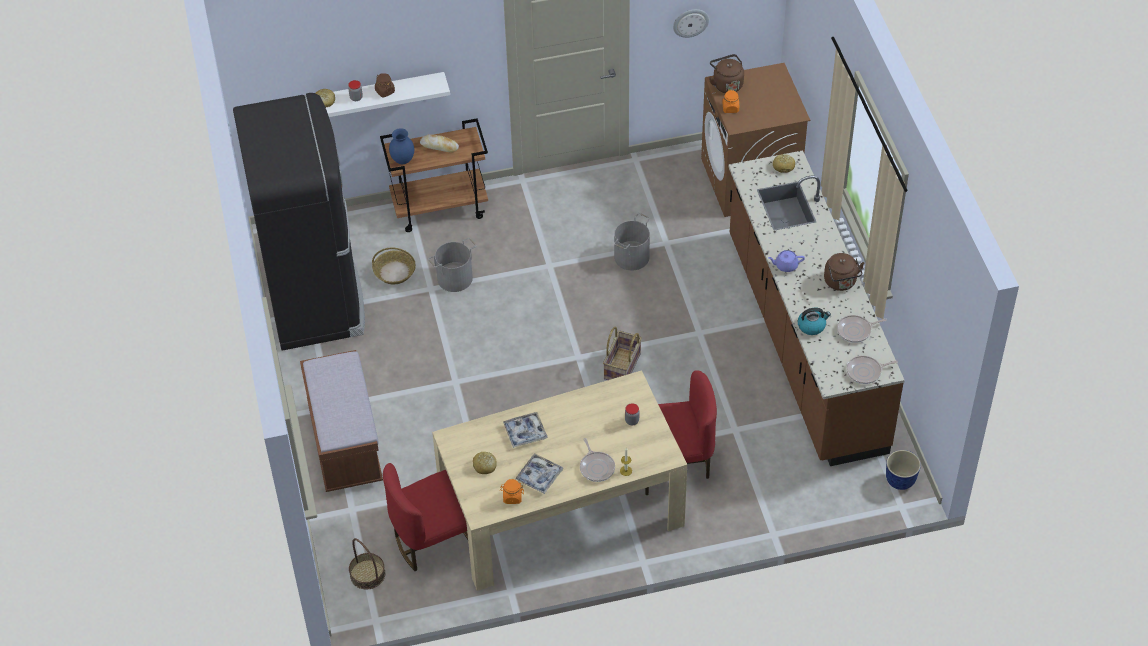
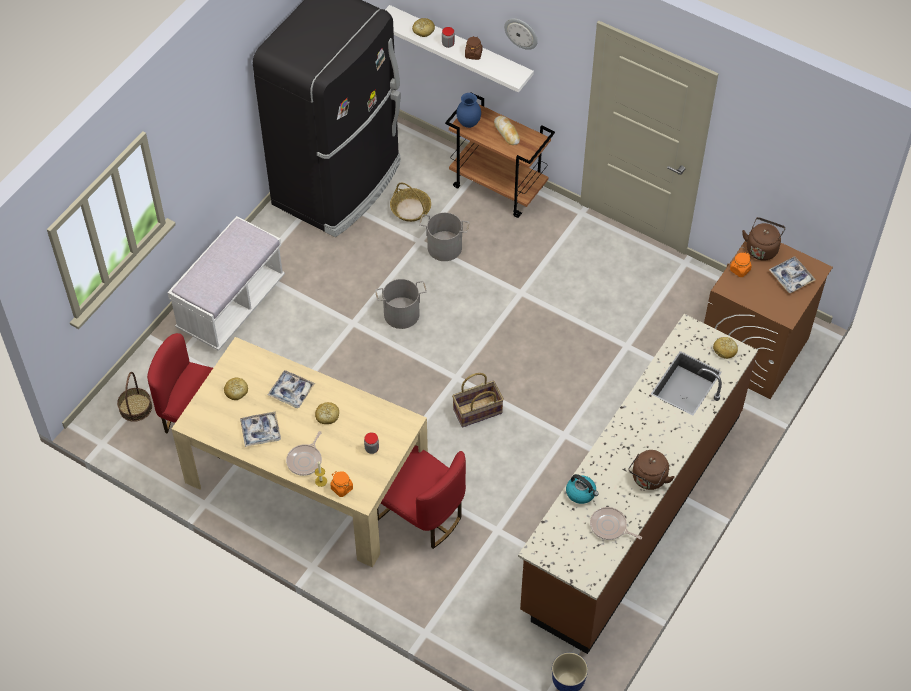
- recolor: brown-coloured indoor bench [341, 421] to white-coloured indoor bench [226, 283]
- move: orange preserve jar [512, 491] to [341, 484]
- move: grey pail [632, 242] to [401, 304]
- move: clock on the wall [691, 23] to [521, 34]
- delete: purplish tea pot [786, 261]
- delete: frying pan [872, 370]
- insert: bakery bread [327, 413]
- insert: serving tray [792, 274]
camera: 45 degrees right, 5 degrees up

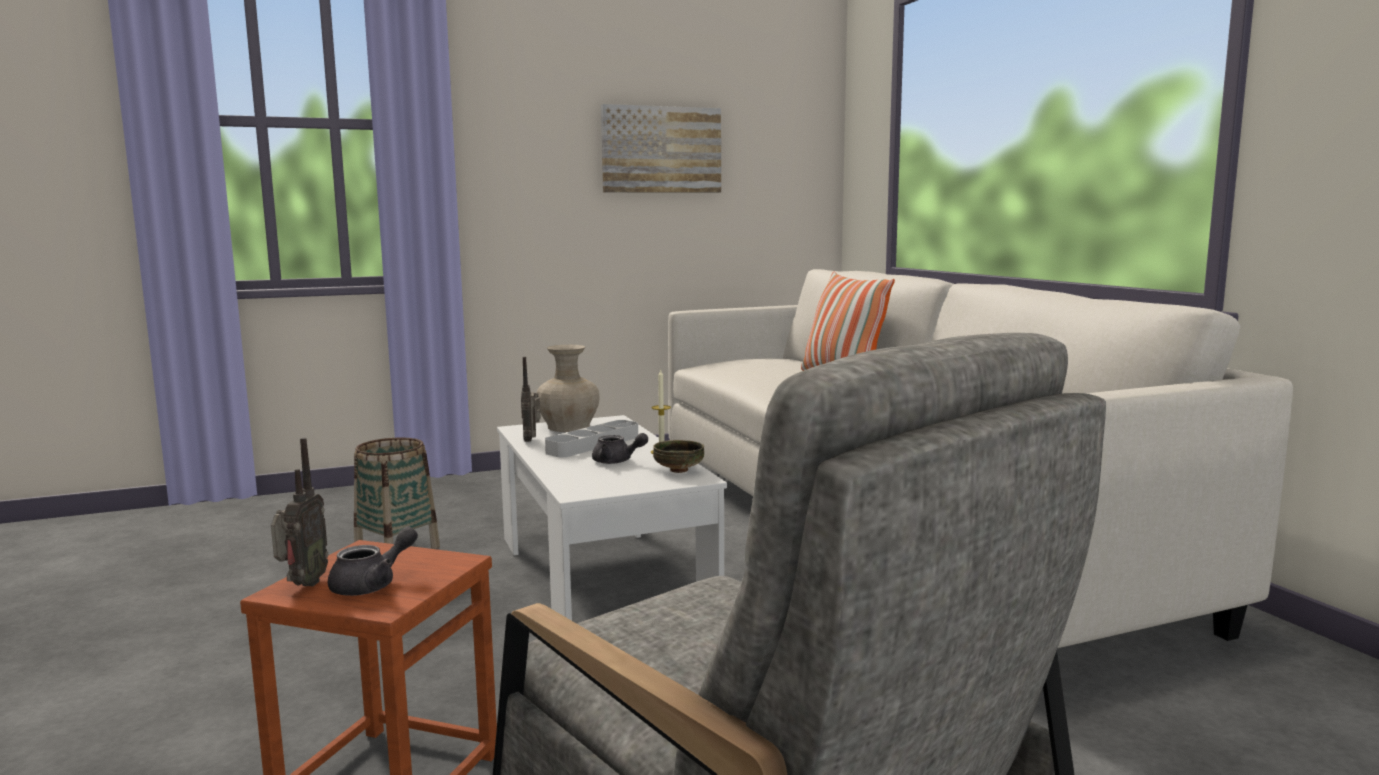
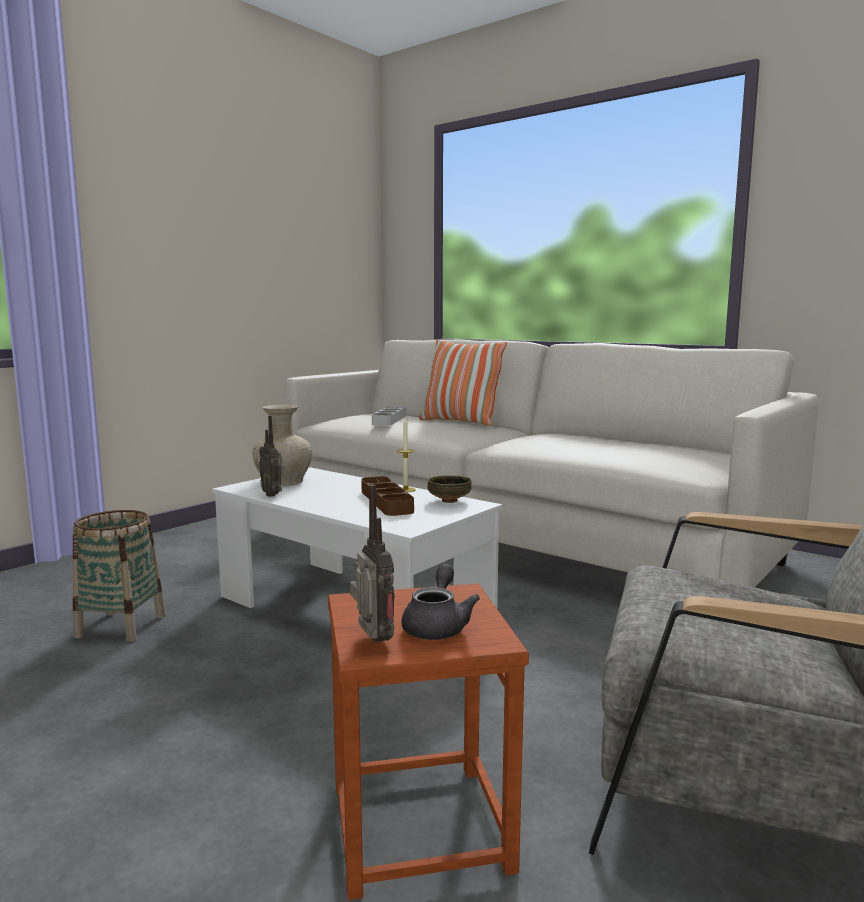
- move: grey serving tray [591, 438] to [389, 416]
- replace: grey tea pot [620, 448] to brown-coloured serving tray [387, 496]
- delete: wall art [661, 148]
camera: 30 degrees left, 0 degrees up

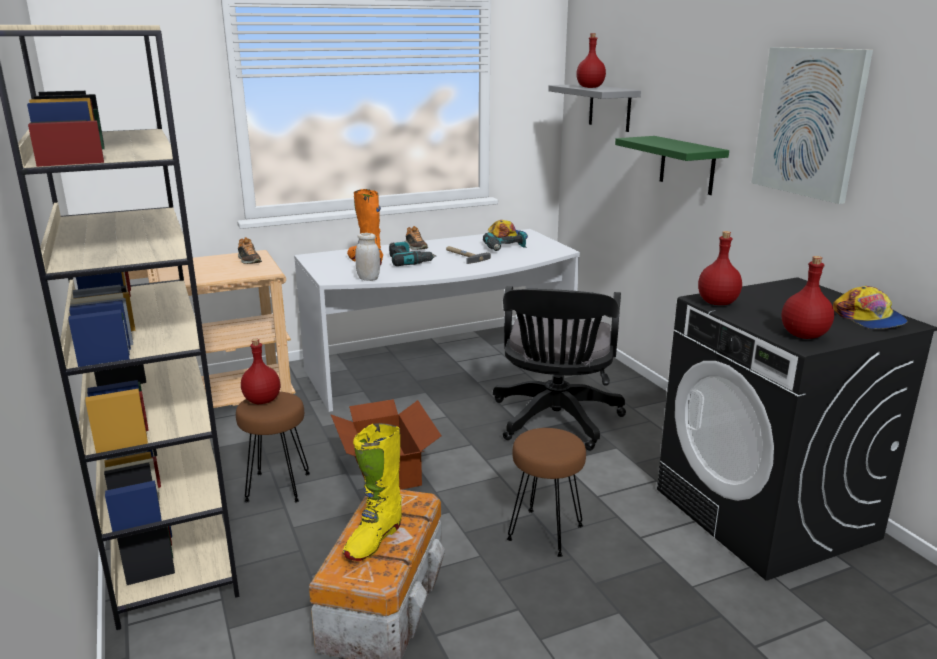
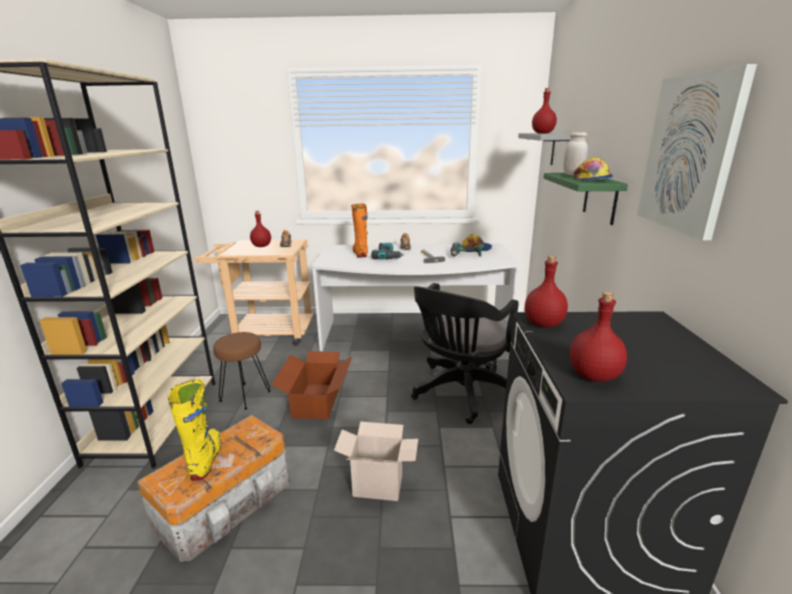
- move: red beverage bottle [260, 371] to [260, 229]
- rotate: yellow boot [372, 492] = [195, 430] 120 degrees clockwise
- move: white-coloured preserve jar [367, 257] to [575, 153]
- replace: brown-coloured sitting stool [546, 492] to cardboard box [376, 461]
- move: cap [870, 307] to [593, 169]
camera: 25 degrees right, 0 degrees up

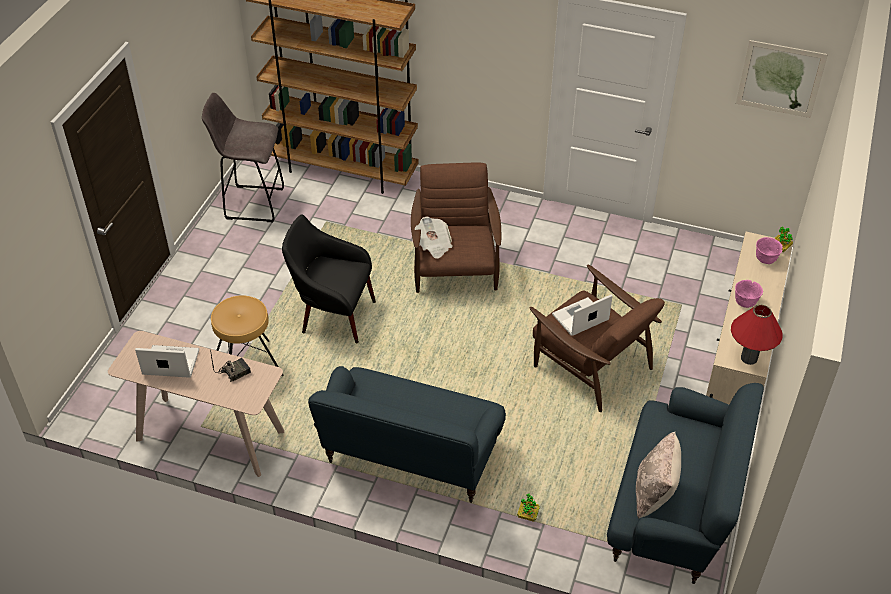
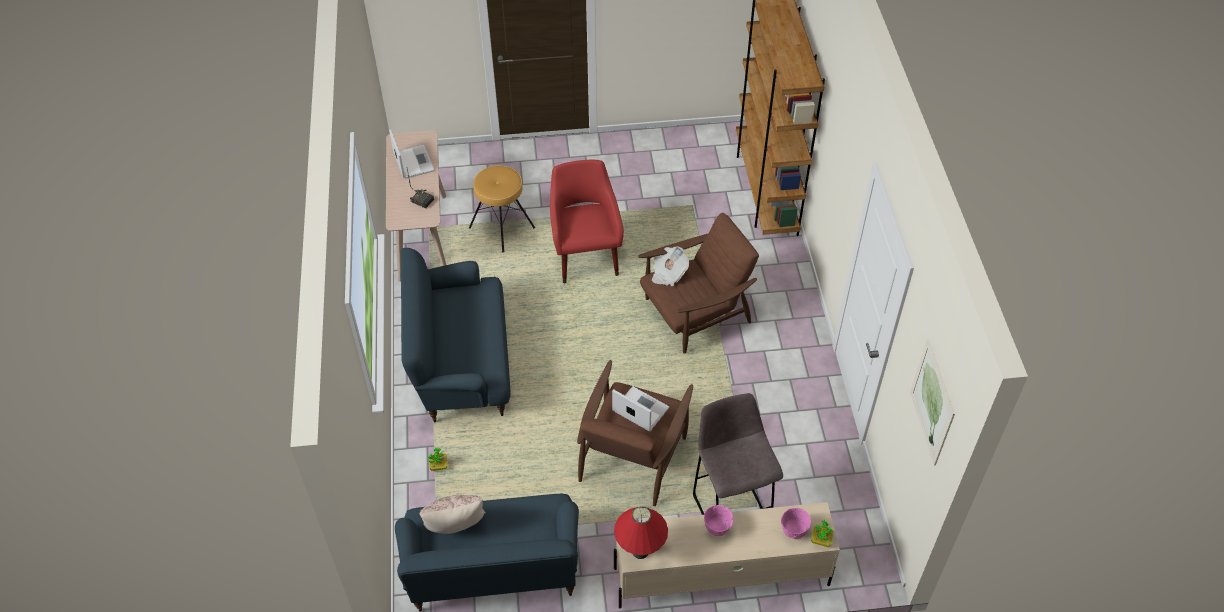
- move: grey sitting stool [243, 157] to [738, 454]
- recolor: black armchair [329, 279] to red armchair [587, 221]
camera: 65 degrees right, 5 degrees up

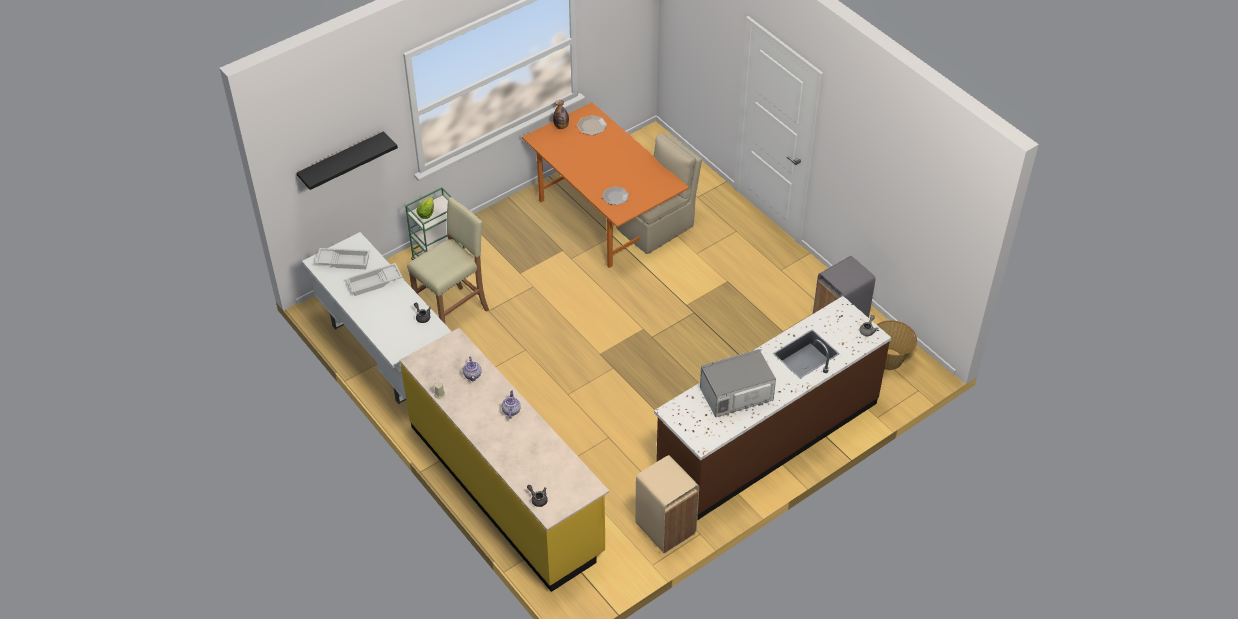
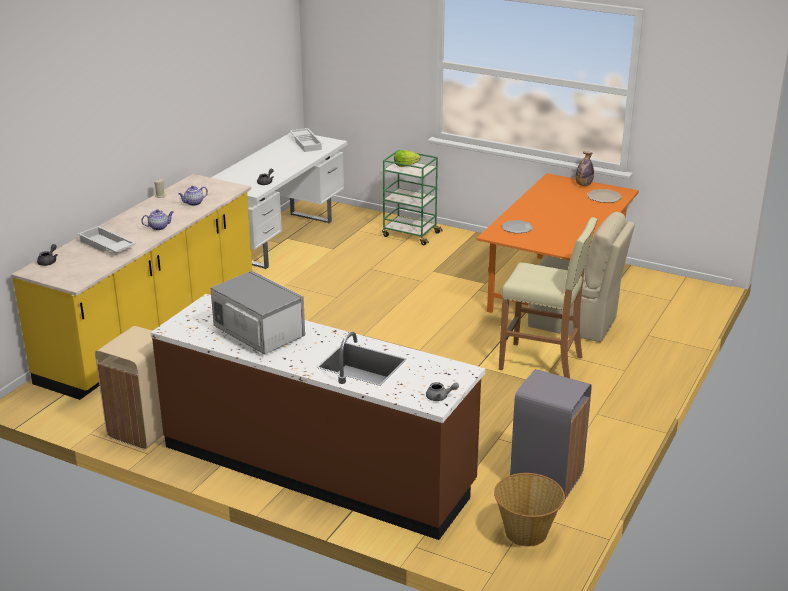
- delete: black bracket shelf [347, 160]
- move: white-coloured serving tray [374, 279] to [107, 239]
- move: beige sitting stool [448, 260] to [548, 297]
camera: 65 degrees right, 20 degrees down

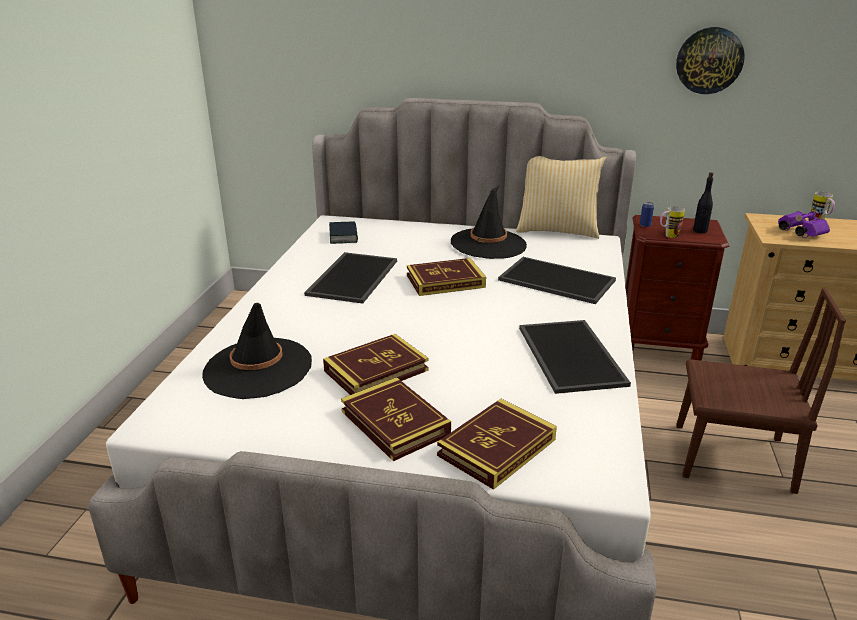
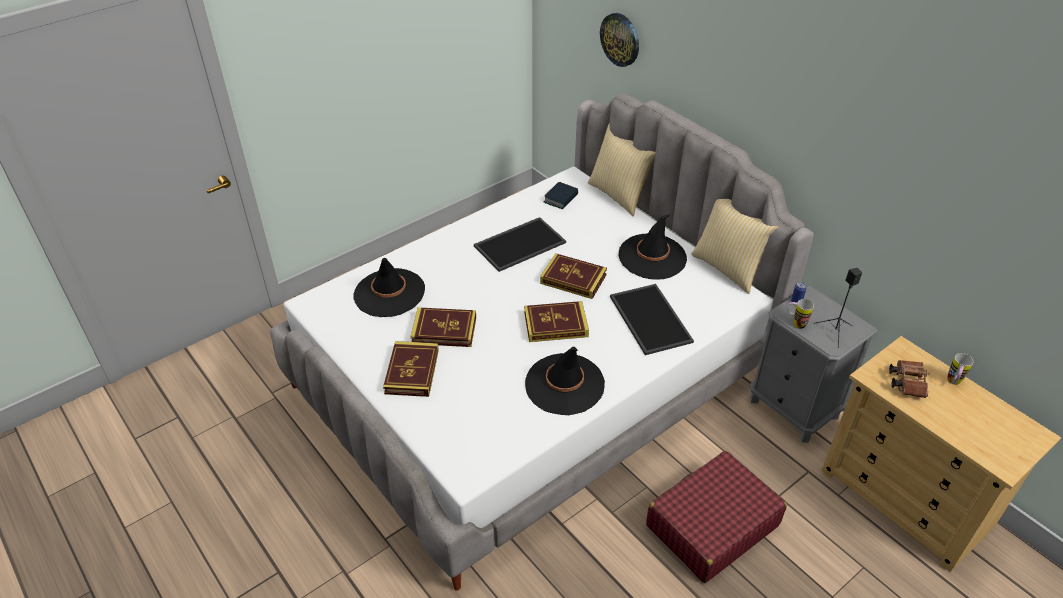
- move: book [497, 444] to [556, 321]
- replace: serving tray [575, 357] to black clothing hat [565, 381]
- recolor: brown-coloured night table [677, 288] to grey night table [813, 364]
- move: clock on the wall [710, 60] to [619, 40]
- replace: brown-coloured chair [761, 391] to red suitcase [716, 517]
- replace: black beverage bottle [703, 203] to black audio speaker [838, 308]
- recolor: purplish field glasses [804, 224] to brown-coloured field glasses [909, 379]
- insert: throw pillow [622, 169]
camera: 40 degrees right, 15 degrees up

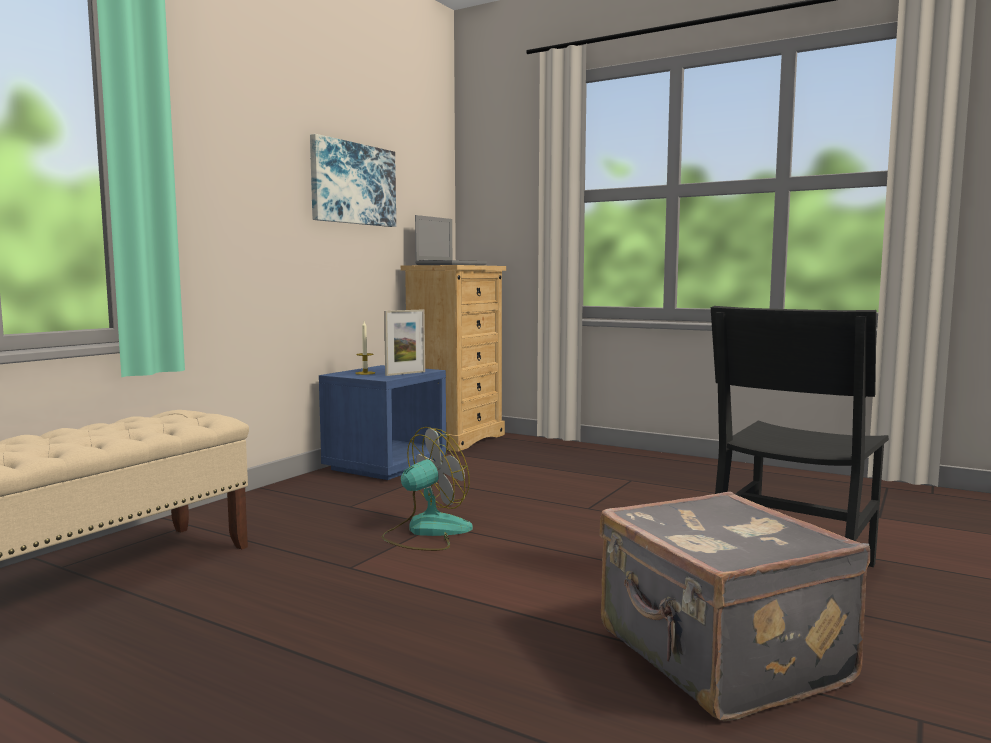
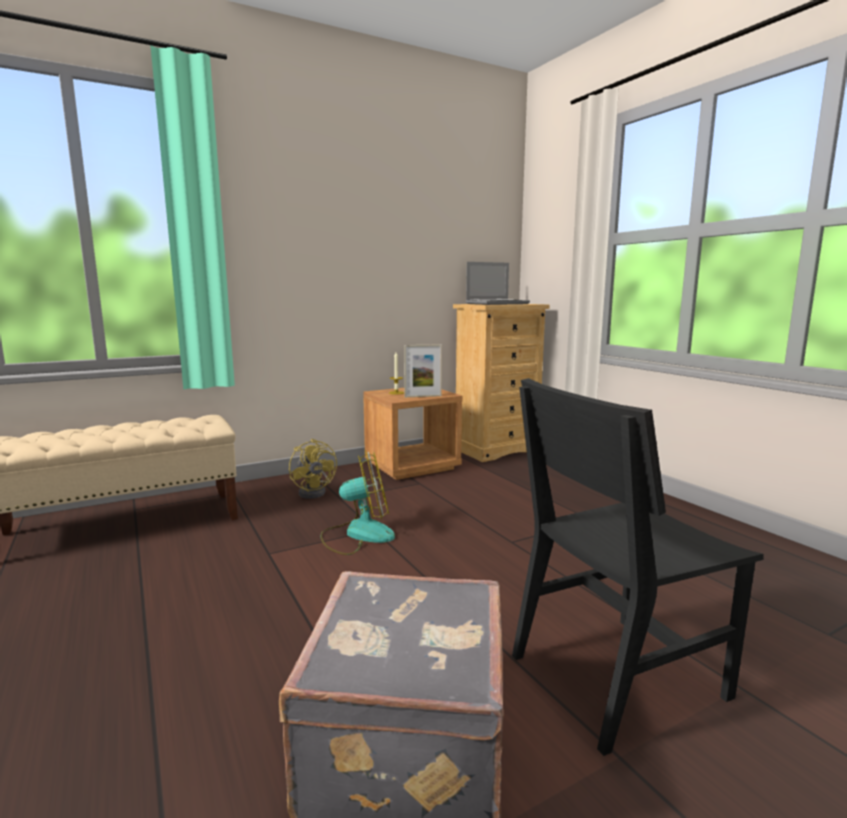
- delete: wall art [353, 180]
- recolor: blue-coloured night table [382, 422] to brown-coloured night table [412, 434]
- insert: yellow electric fan [313, 469]
camera: 30 degrees right, 5 degrees up

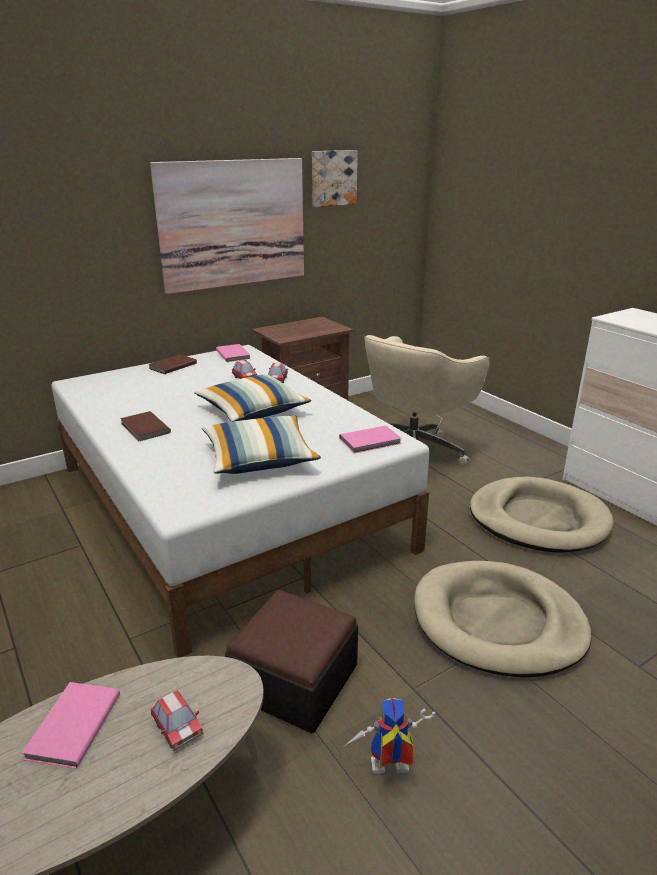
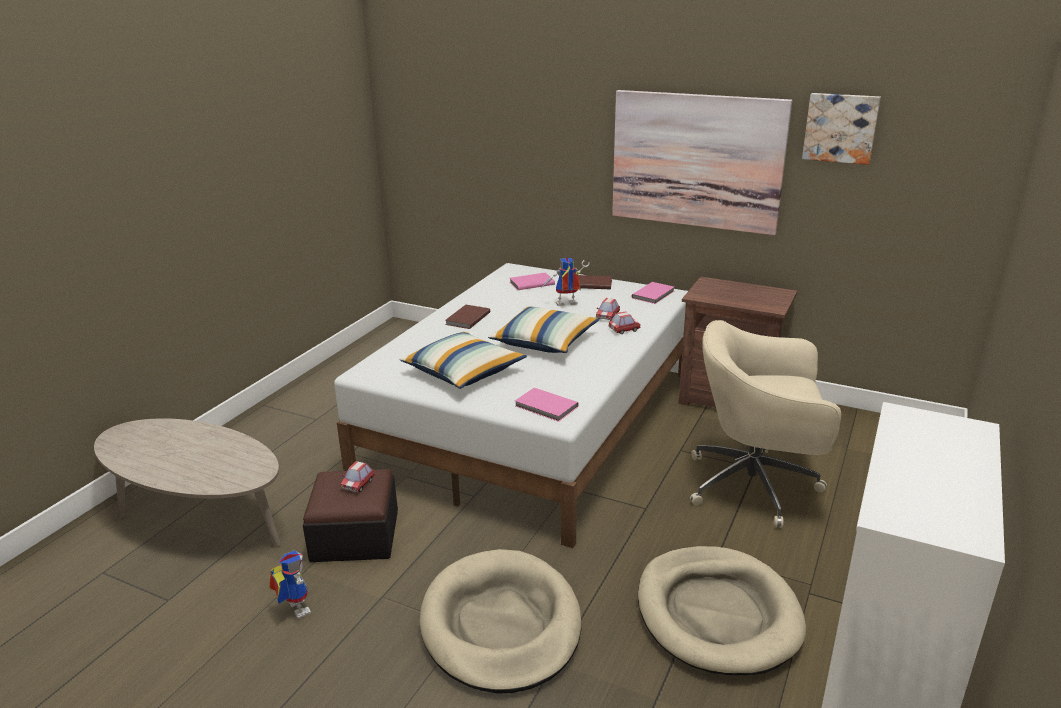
- move: pink-coloured book [71, 725] to [532, 281]
- move: miniature car [176, 721] to [358, 476]
- insert: toy robot [565, 282]
camera: 60 degrees right, 0 degrees up

